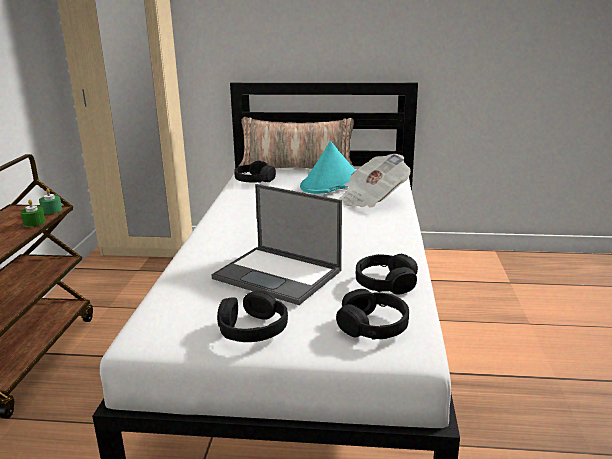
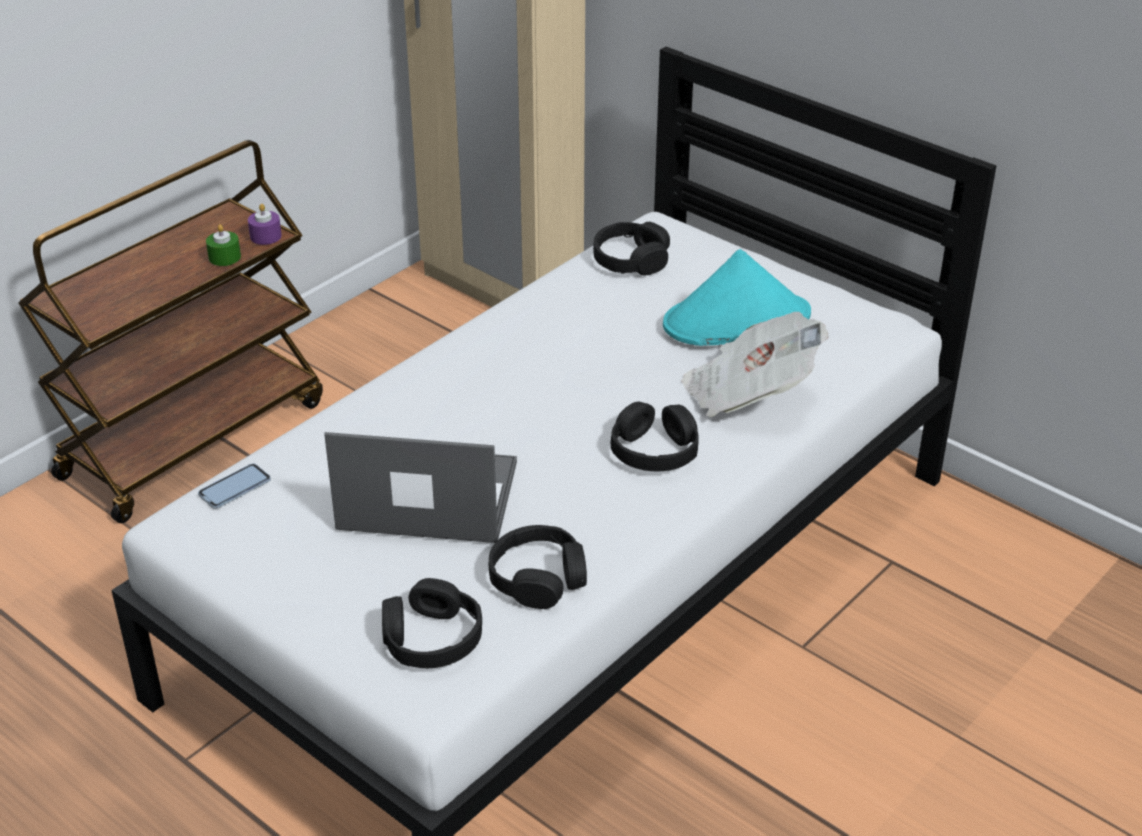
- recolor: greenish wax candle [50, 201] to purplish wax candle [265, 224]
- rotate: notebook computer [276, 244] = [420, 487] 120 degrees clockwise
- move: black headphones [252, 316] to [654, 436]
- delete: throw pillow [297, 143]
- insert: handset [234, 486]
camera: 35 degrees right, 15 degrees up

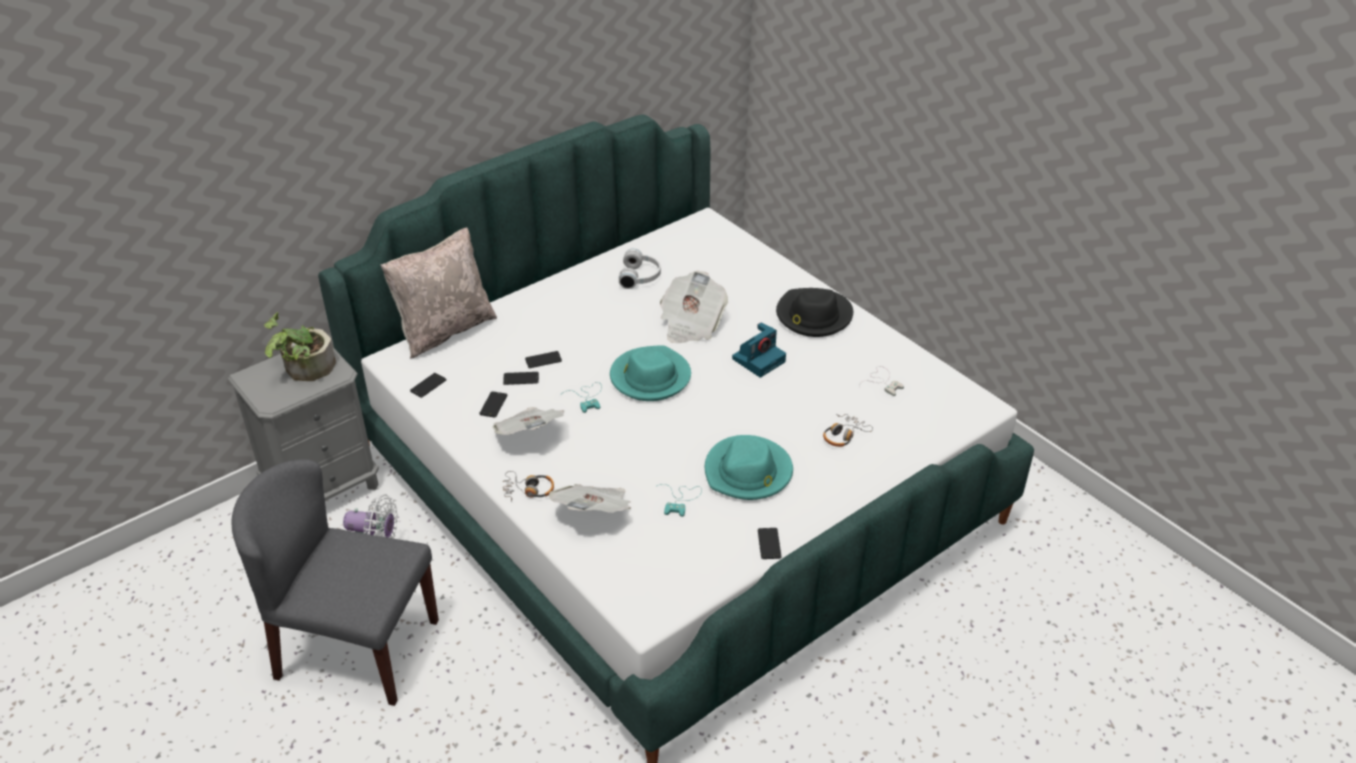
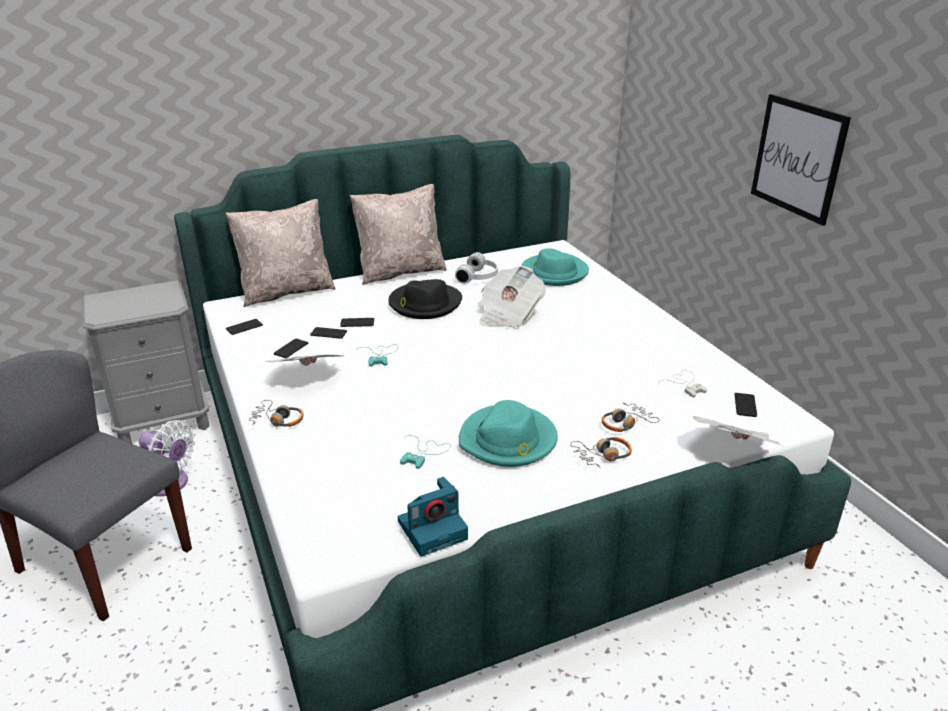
- delete: houseplant [300, 346]
- move: printed paper [590, 498] to [736, 430]
- move: turquoise clothing hat [650, 373] to [555, 267]
- move: still camera [759, 349] to [433, 517]
- move: handset [769, 543] to [745, 405]
- move: black clothing hat [814, 312] to [425, 299]
- insert: beige throw pillow [398, 234]
- insert: headphones [601, 452]
- insert: wall art [801, 160]
camera: 15 degrees right, 10 degrees down

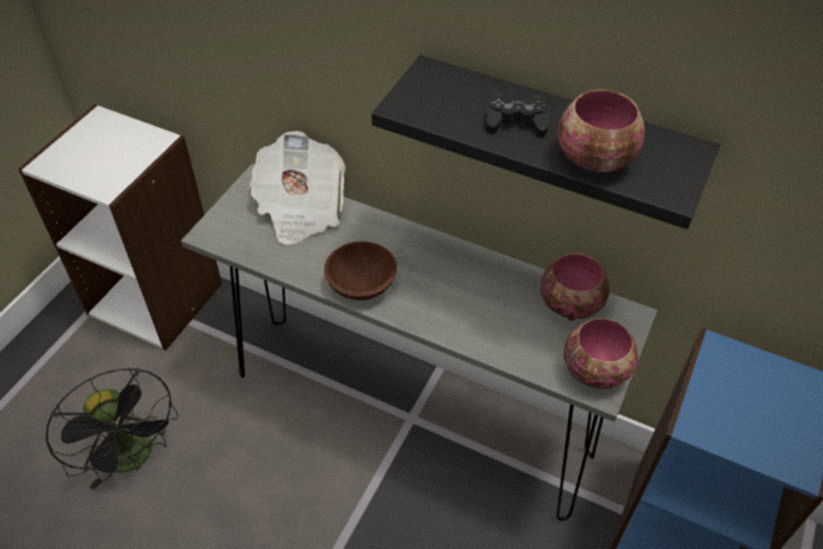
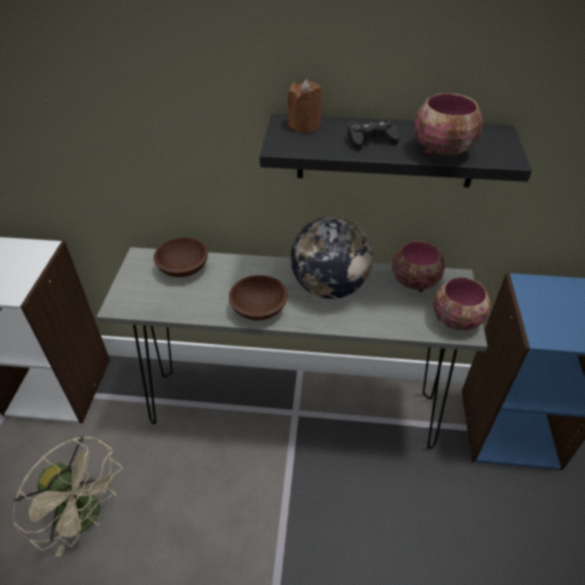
- recolor: black electric fan [112, 428] to beige electric fan [68, 496]
- replace: printed paper [297, 188] to brown-coloured serving bowl [181, 257]
- insert: brown-coloured wax candle [305, 106]
- insert: globe [332, 257]
camera: 20 degrees left, 5 degrees down

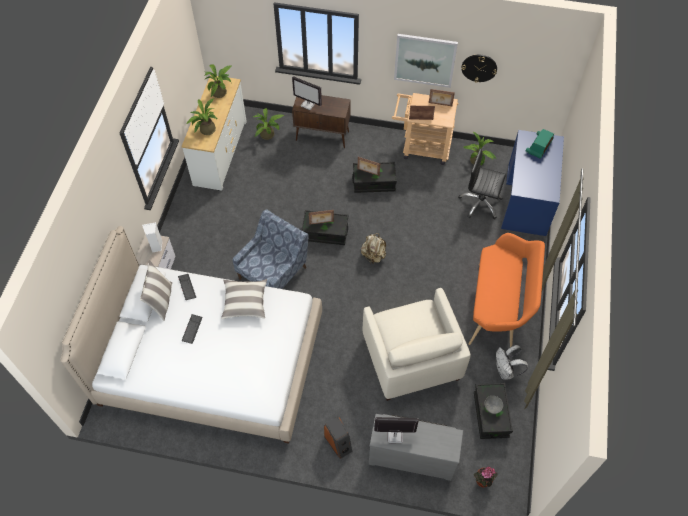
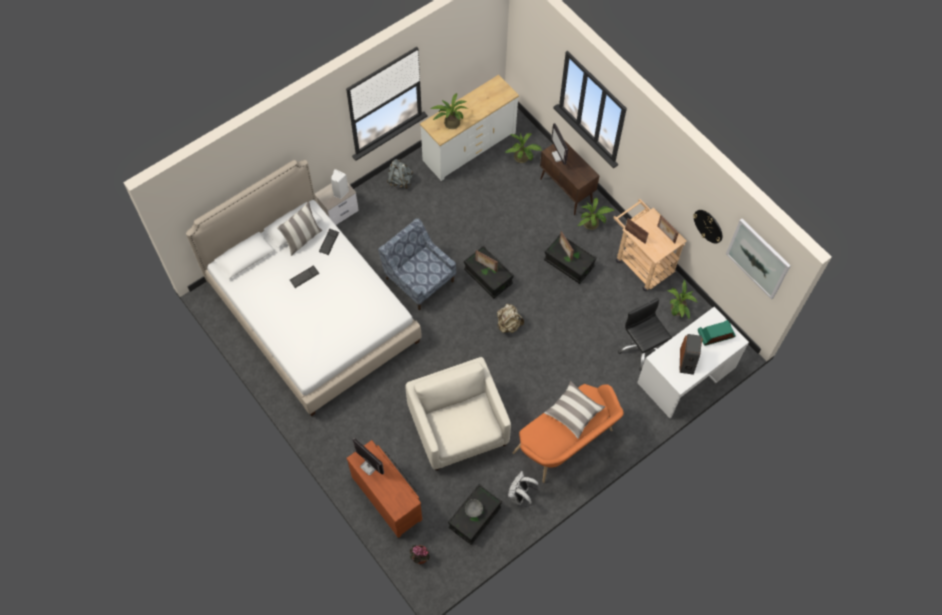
- move: houseplant [217, 81] to [595, 214]
- move: throw pillow [244, 299] to [574, 410]
- rotate: blue-coloured armchair [271, 249] = [417, 264] 120 degrees counterclockwise
- move: audio speaker [338, 437] to [691, 354]
- rotate: beige armchair [417, 344] = [458, 413] 135 degrees clockwise
- recolor: grey drawer chest [416, 447] to brown-coloured drawer chest [384, 489]
- move: wall art [426, 61] to [758, 259]
- recolor: blue-coloured desk unit [532, 183] to white-coloured desk unit [693, 362]
- insert: grey backpack [400, 174]
camera: 40 degrees right, 5 degrees up

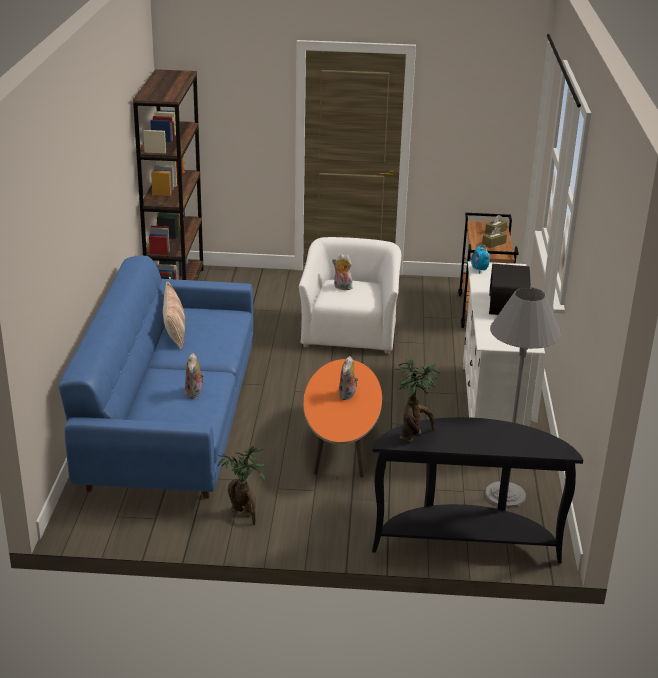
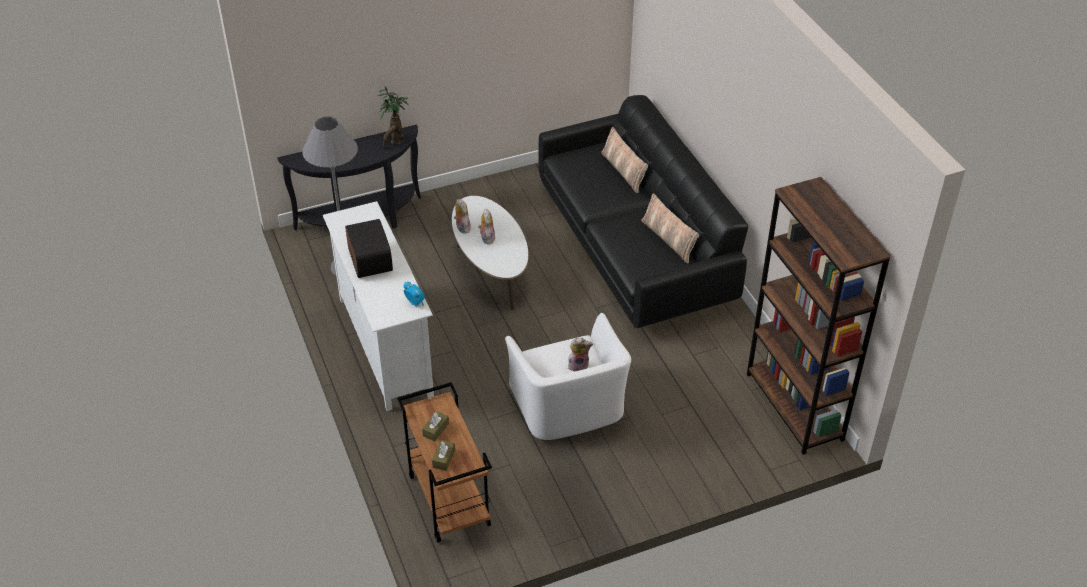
- recolor: blue-coloured sofa [156, 377] to black sofa [643, 211]
- move: plush toy [194, 376] to [462, 216]
- delete: houseplant [242, 485]
- recolor: orange low table [342, 418] to white-coloured low table [490, 253]
- insert: throw pillow [624, 160]
camera: 155 degrees right, 15 degrees up

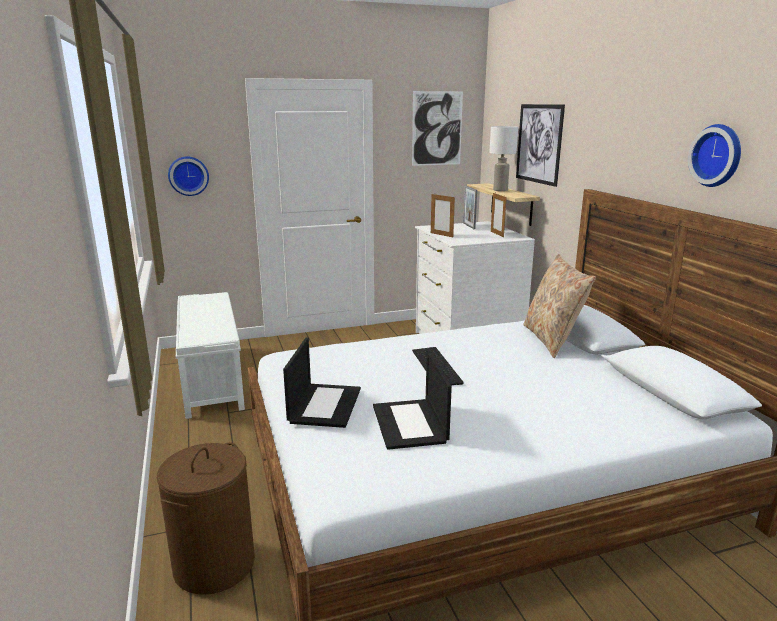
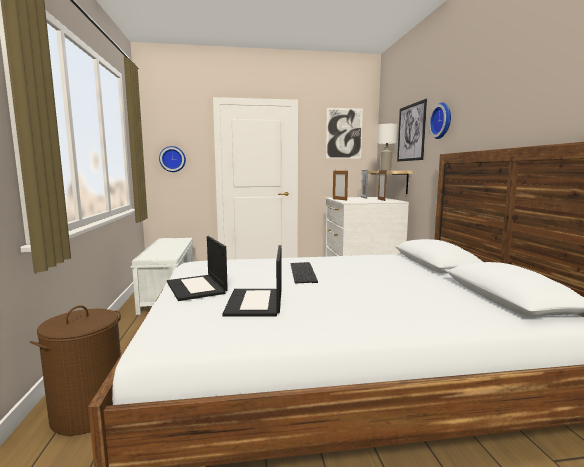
- rotate: notebook computer [322, 382] = [197, 268] 135 degrees clockwise
- delete: beige throw pillow [559, 306]
- move: clock on the wall [714, 155] to [440, 120]
camera: 10 degrees right, 10 degrees down

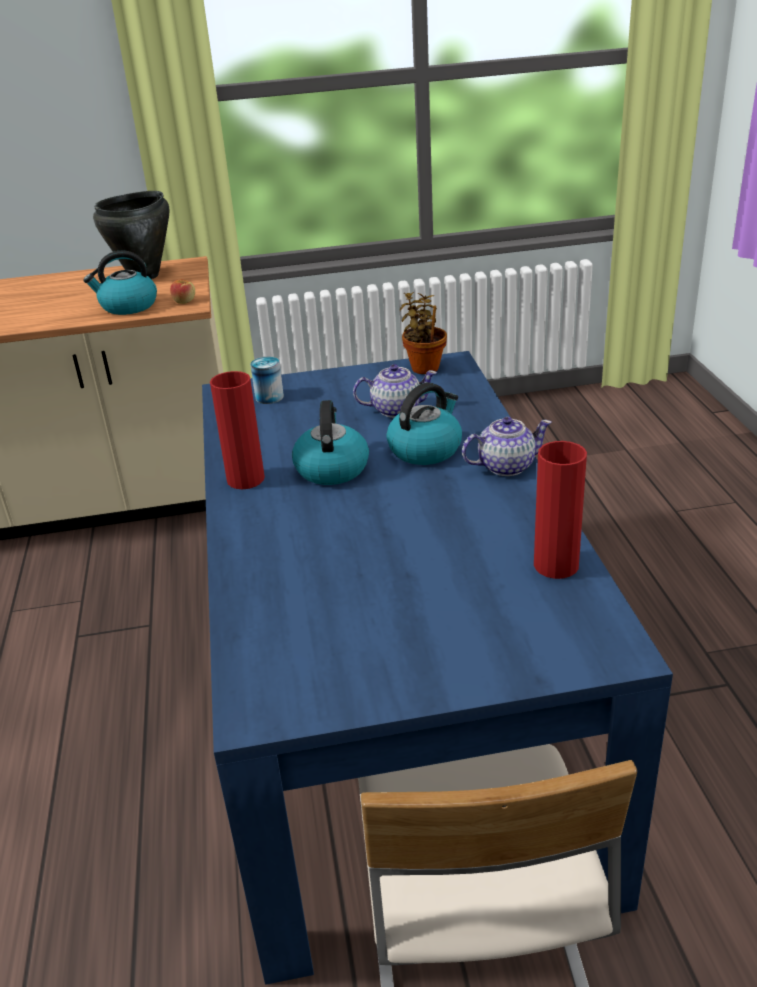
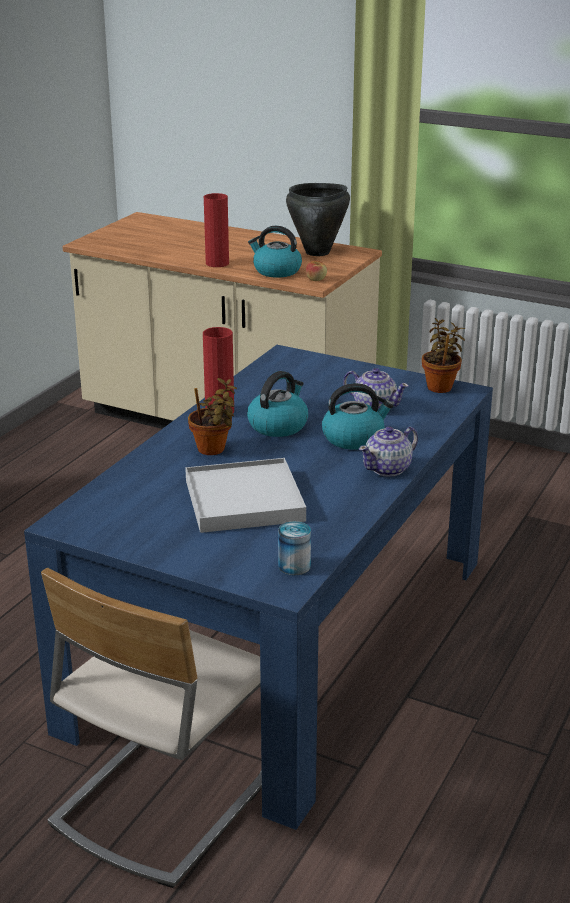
- move: can [267, 380] to [294, 548]
- rotate: tea pot [507, 446] = [388, 451] 120 degrees clockwise
- move: red flower vase [560, 510] to [216, 230]
- insert: white-coloured serving tray [245, 495]
- insert: houseplant [212, 416]
camera: 35 degrees right, 5 degrees down

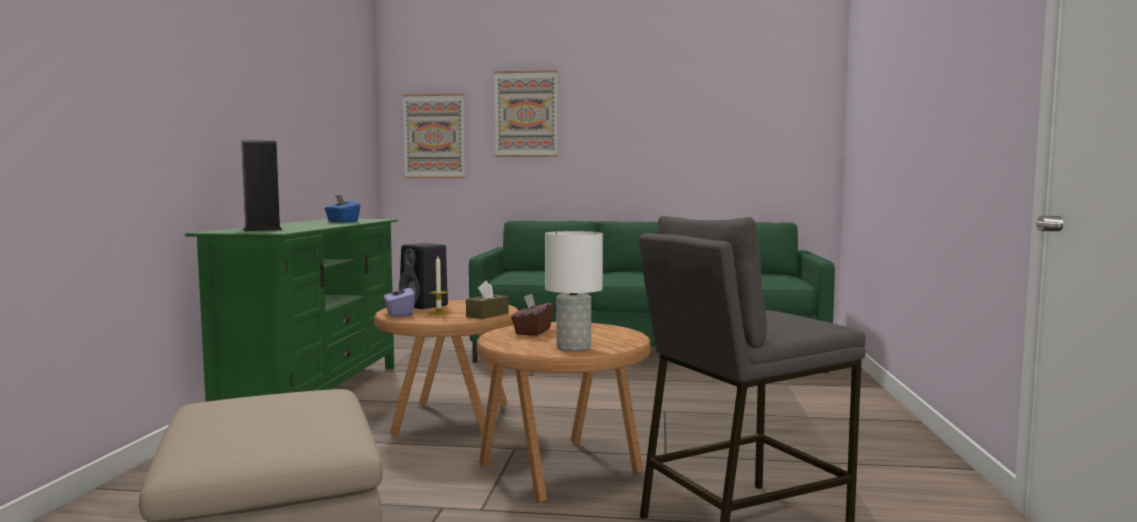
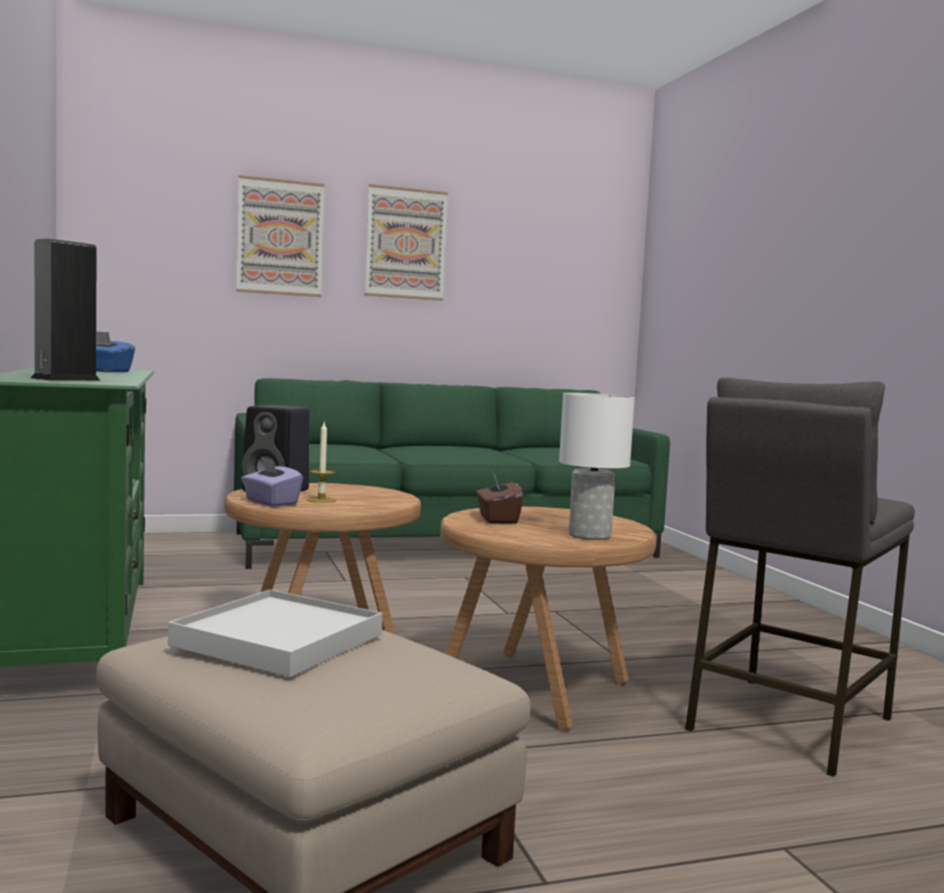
- move: wall art [434, 136] to [406, 242]
- delete: brown-coloured tissue holder [487, 299]
- insert: white-coloured serving tray [275, 633]
camera: 25 degrees left, 0 degrees up

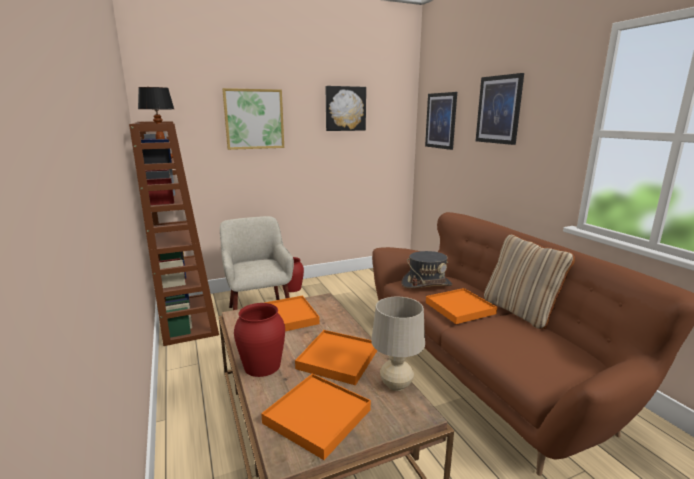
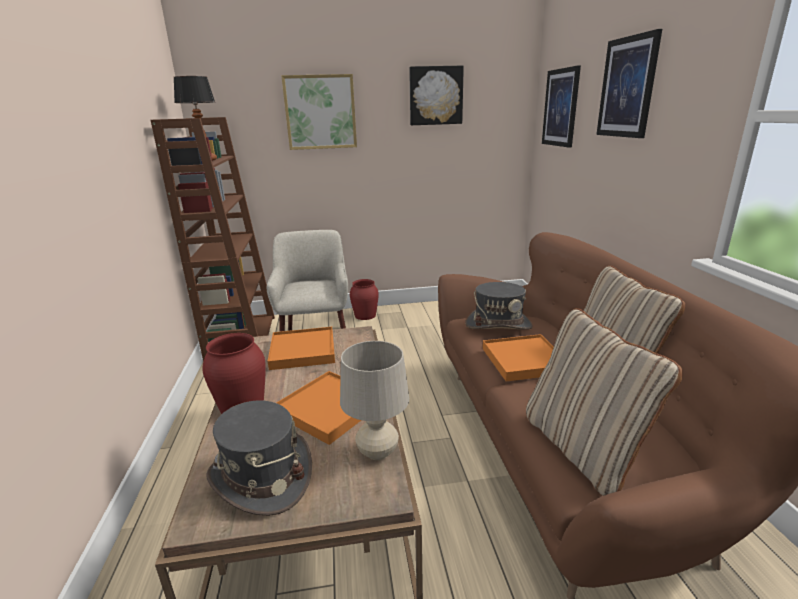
- replace: orange serving tray [316, 417] to grey clothing hat [259, 458]
- insert: beige throw pillow [604, 402]
camera: 15 degrees right, 5 degrees up

